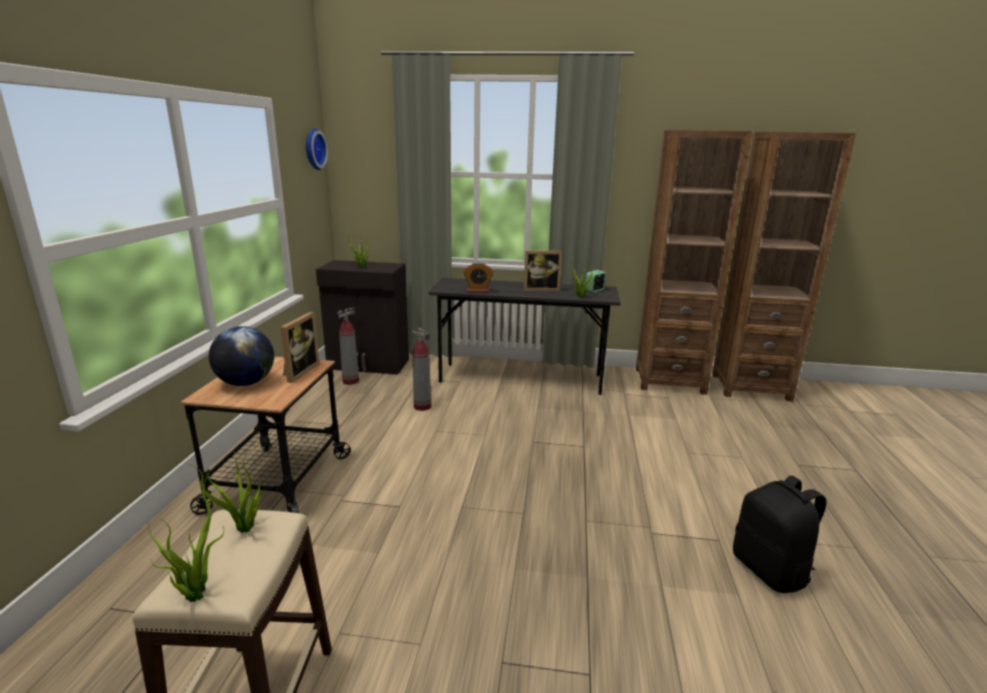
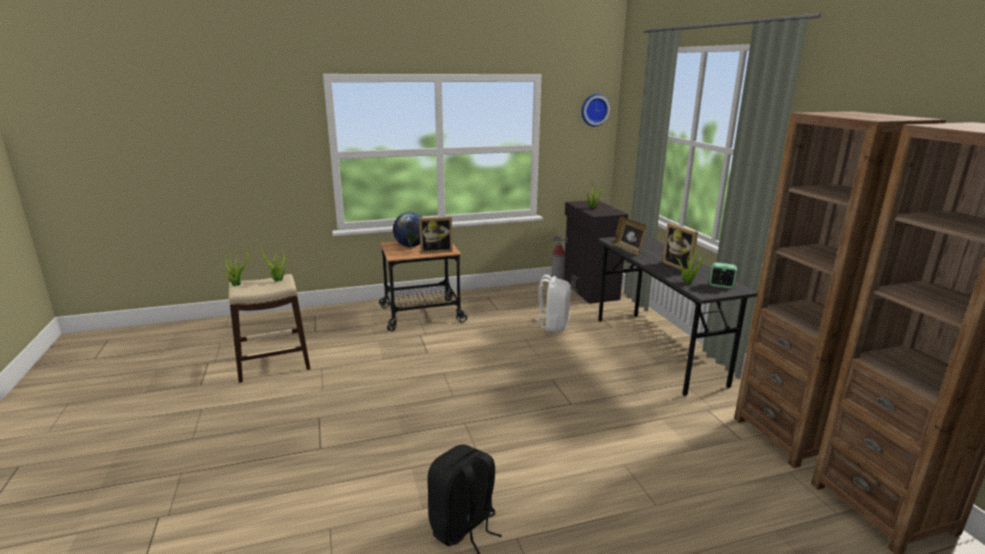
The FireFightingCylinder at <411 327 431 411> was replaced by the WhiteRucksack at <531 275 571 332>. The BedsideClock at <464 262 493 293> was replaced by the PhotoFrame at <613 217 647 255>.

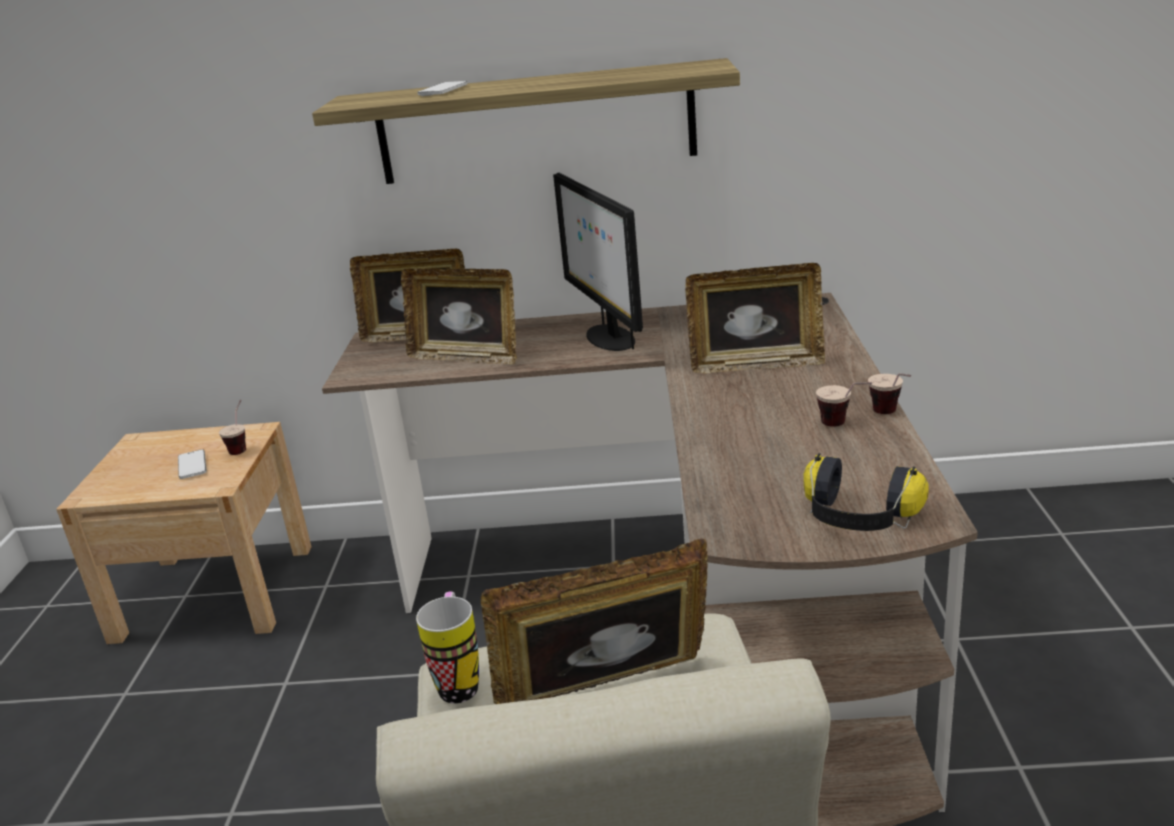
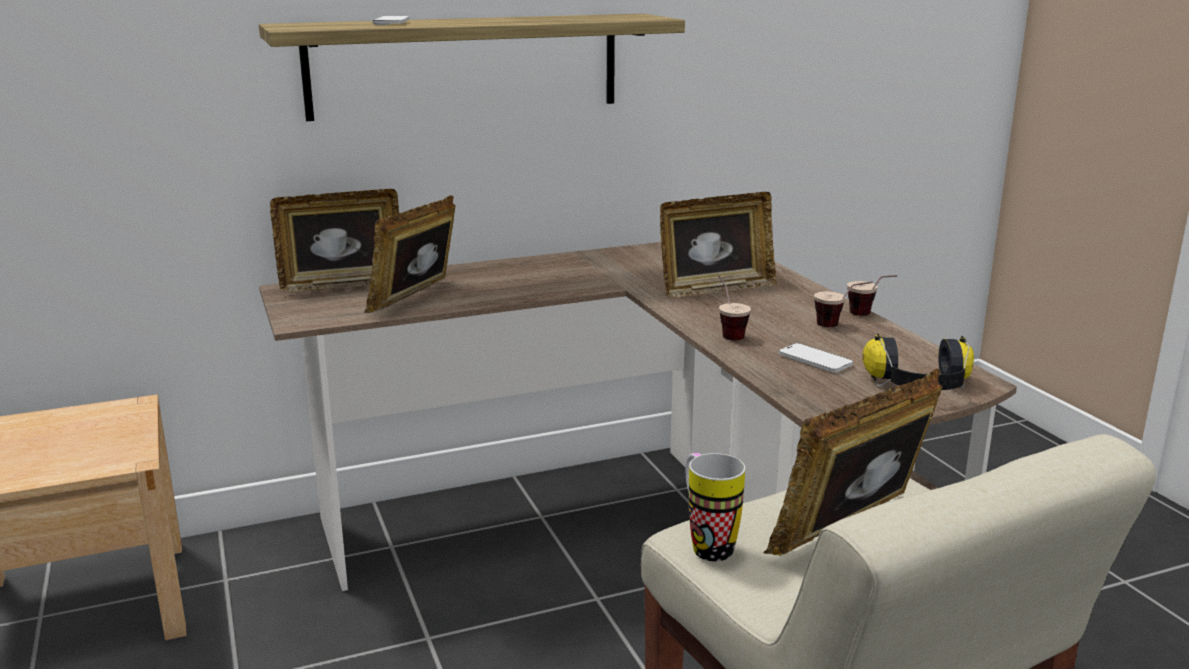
The Monitor at <553 173 643 351> disappeared. The Telephone moved from <178 449 207 479> to <779 343 853 372>. The Cup moved from <219 400 246 455> to <718 275 751 340>. The PhotoFrame at <401 268 517 365> turned 120 degrees clockwise.

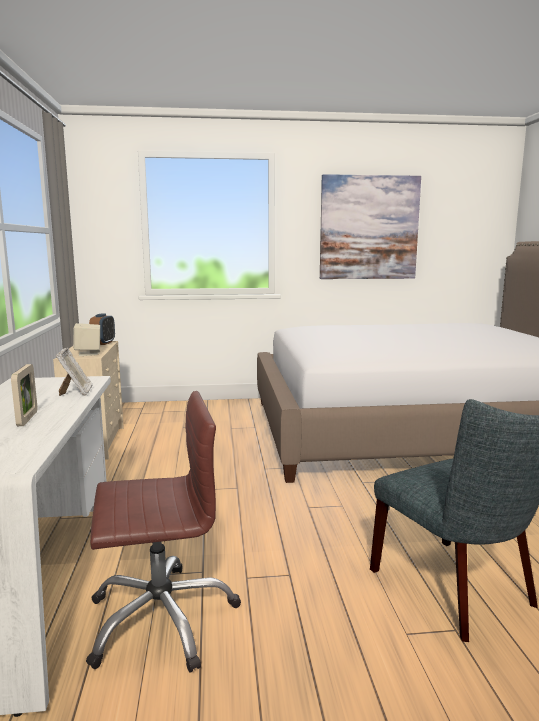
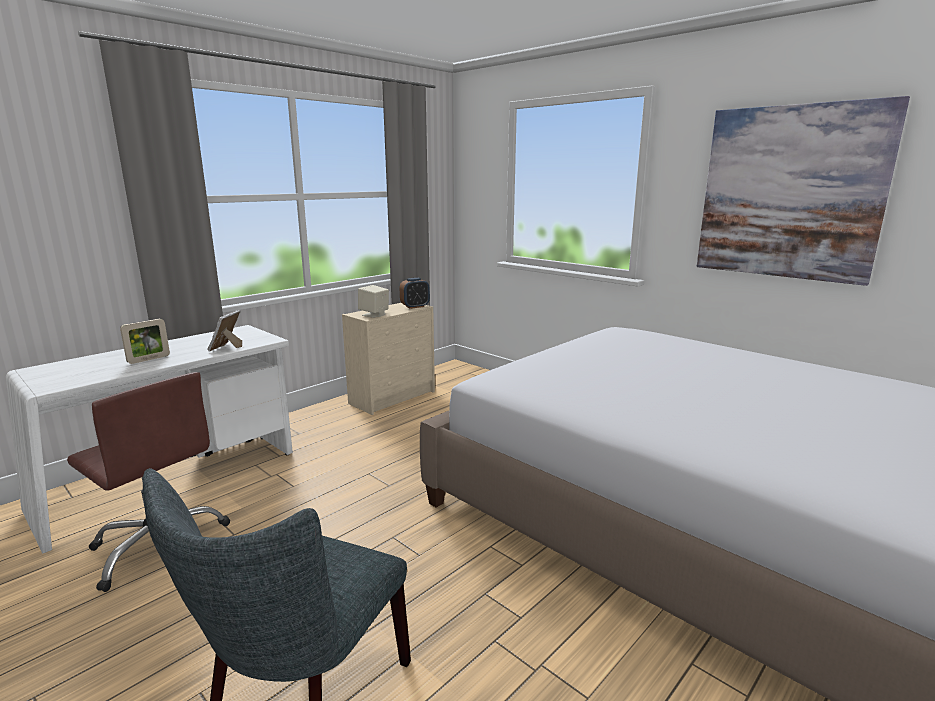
The PhotoFrame at <56 348 93 396> turned 150 degrees clockwise.

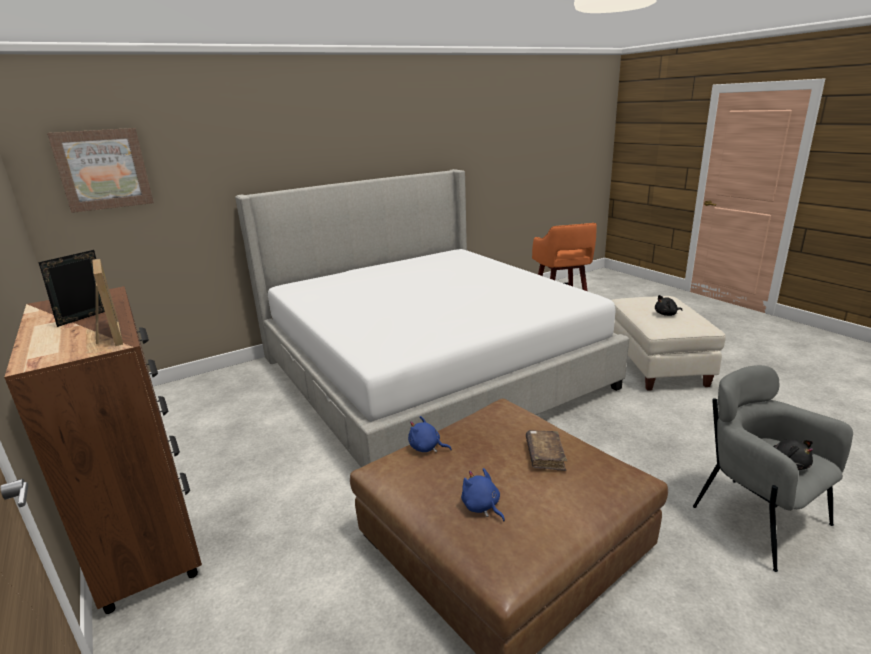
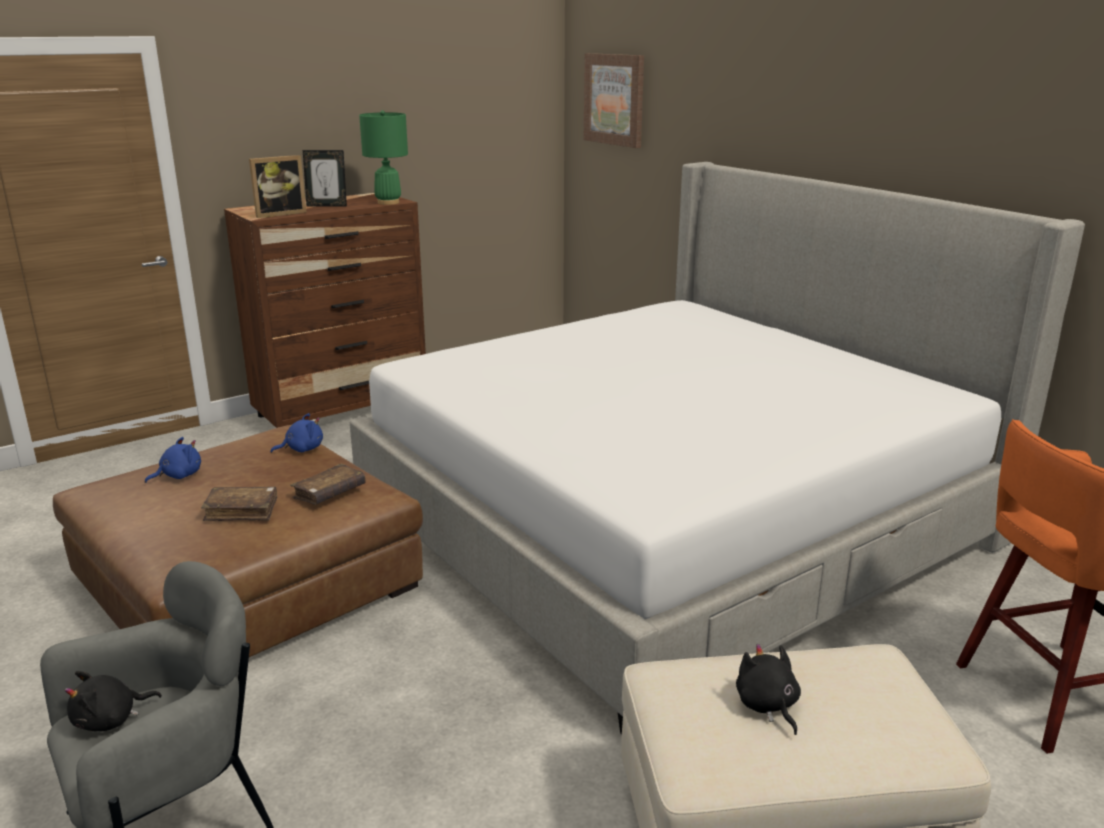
The BrownVolume at <290 464 366 505> appeared. The GreenLampForATable at <359 110 408 205> appeared. The PhotoFrame at <39 250 105 327> turned 150 degrees clockwise. The BluePlushToy at <408 416 452 452> turned 45 degrees clockwise.

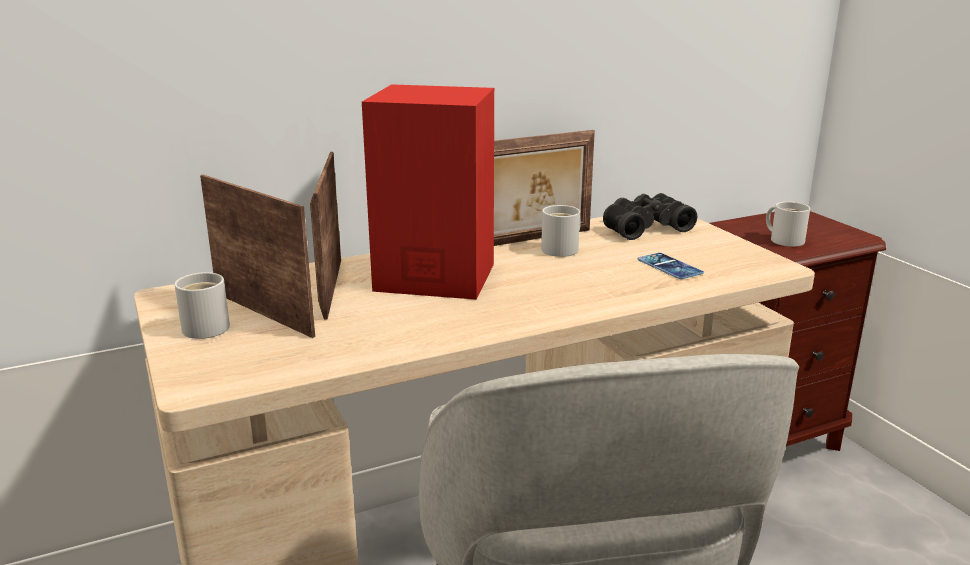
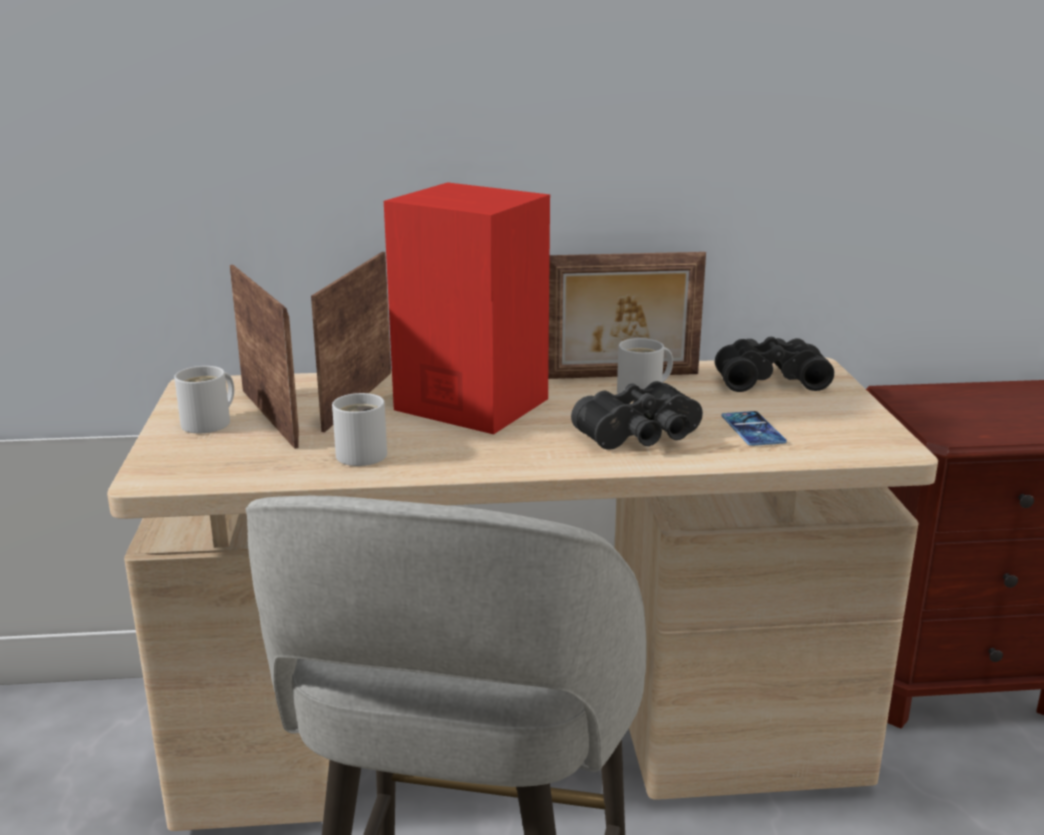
The BlackishPairOfBinoculars at <571 381 703 450> appeared. The WhiteTeaMug moved from <766 202 810 247> to <332 393 387 466>.

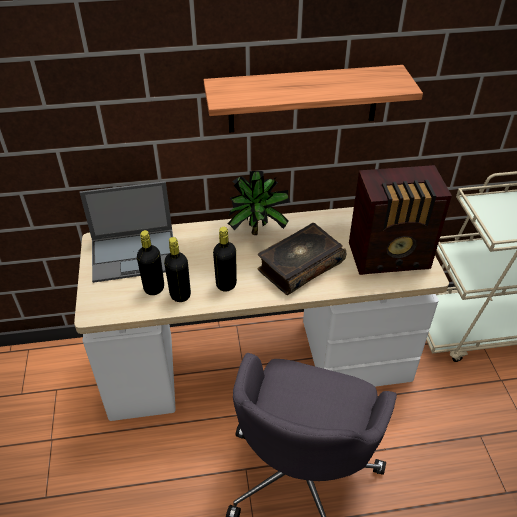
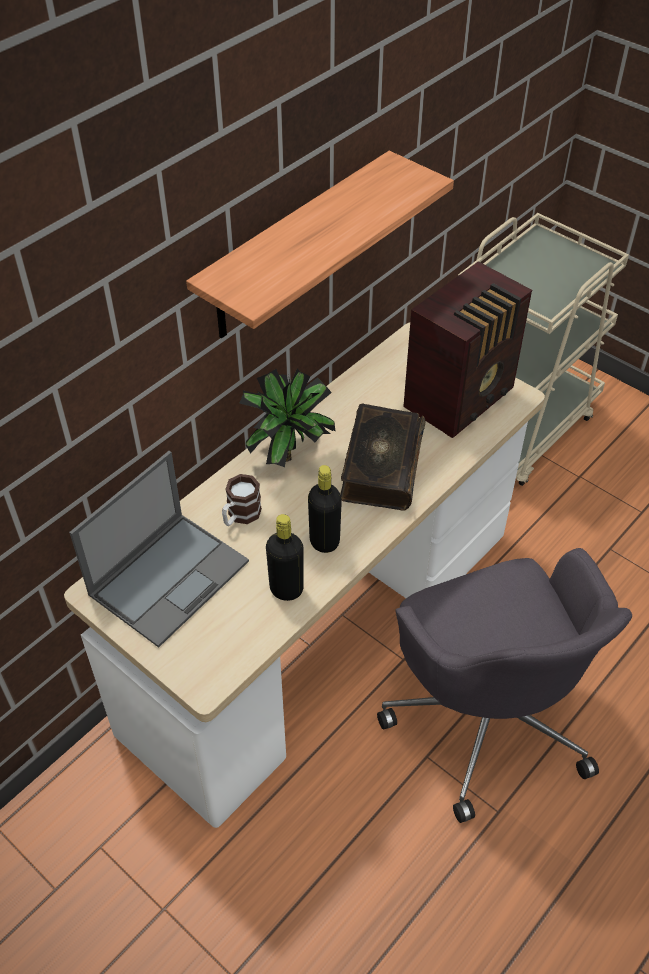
The BlackishBottle at <137 230 164 295> disappeared. The TeaMug at <222 474 262 526> appeared.

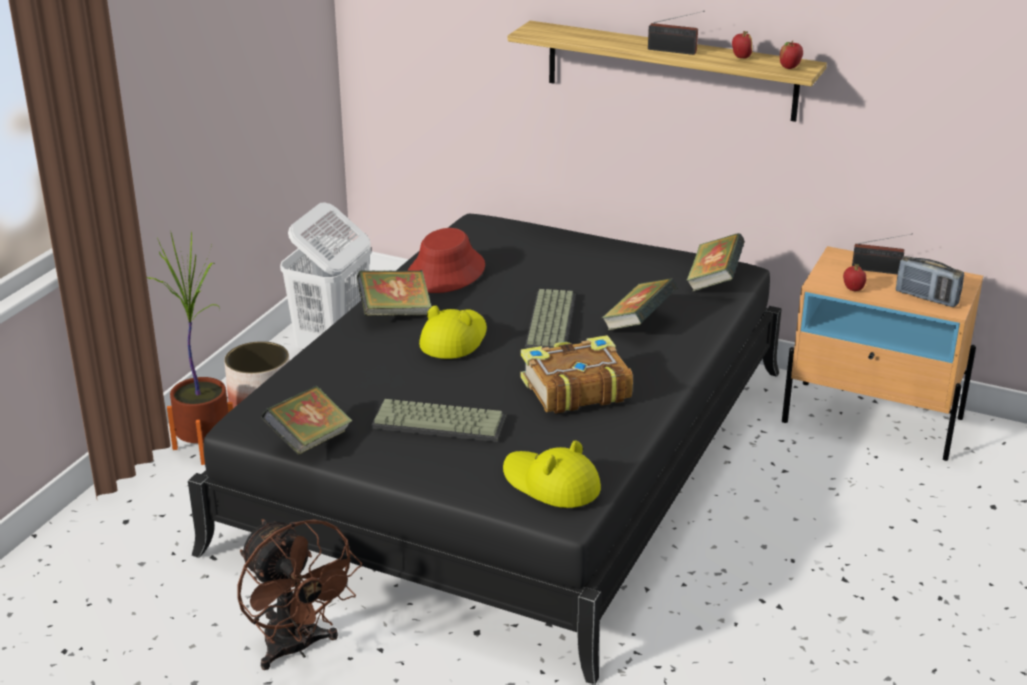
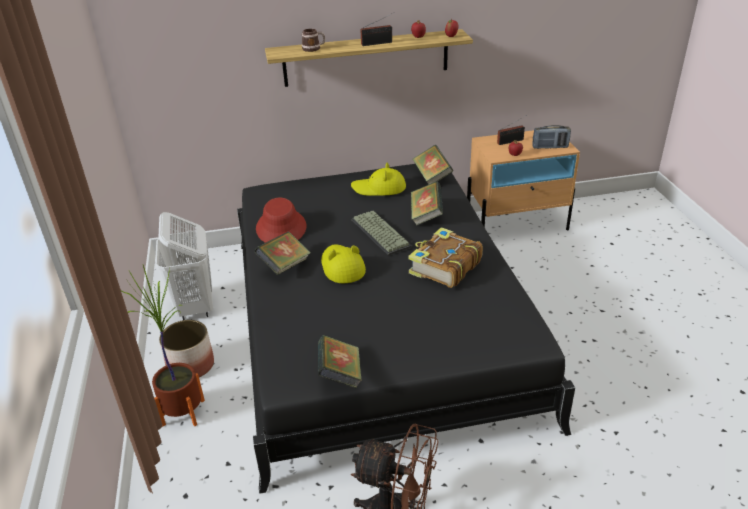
The ComputerKeyboard at <371 399 506 442> disappeared. The TeaMug at <302 29 326 52> appeared. The YellowClothingHat moved from <503 440 601 508> to <351 163 406 196>.

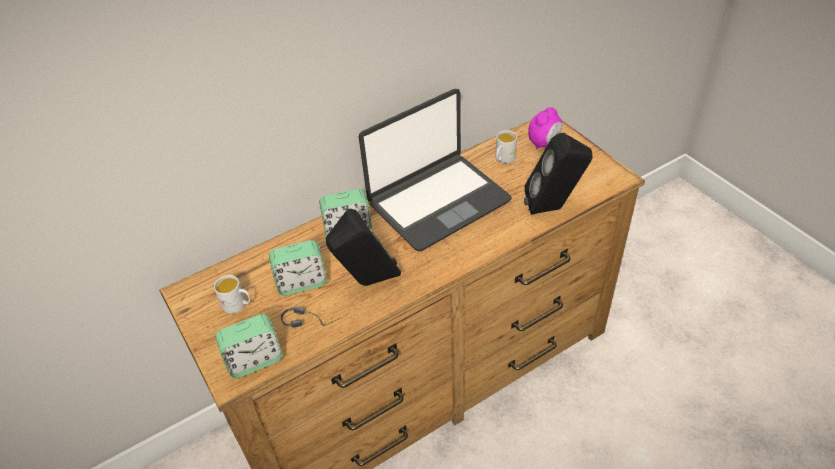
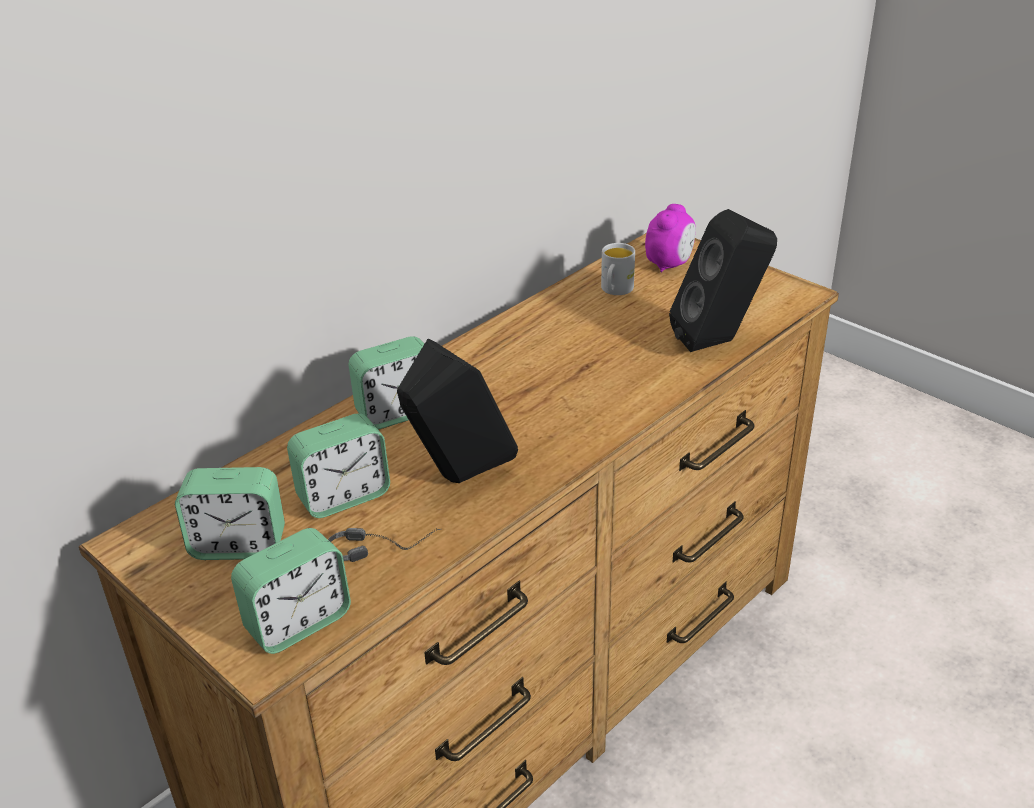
The Laptop at <359 89 512 251> disappeared. The WhiteTeaMug at <214 275 251 314> was replaced by the BedsideClock at <175 467 285 560>.

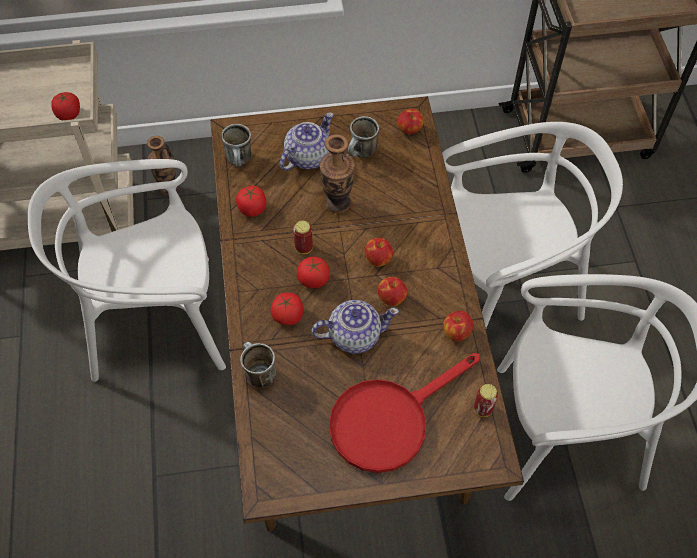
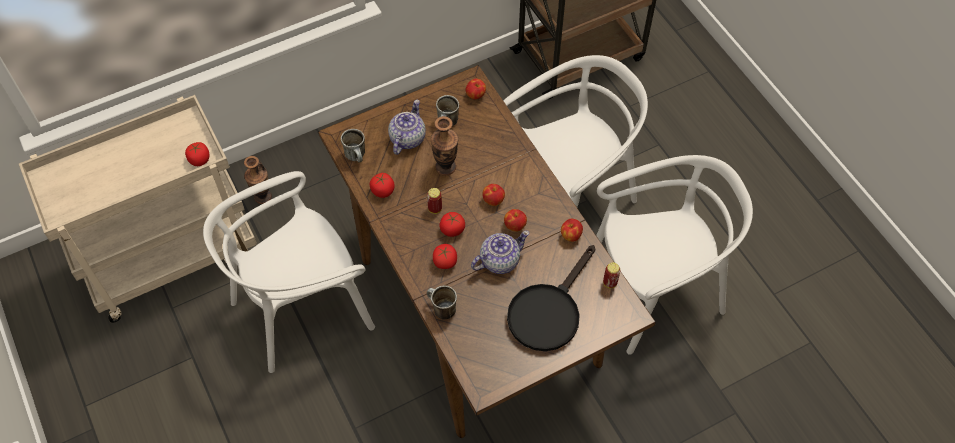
The ReddishFryingPan at <329 353 480 473> became the BlackishFryingPan at <507 245 595 351>.

